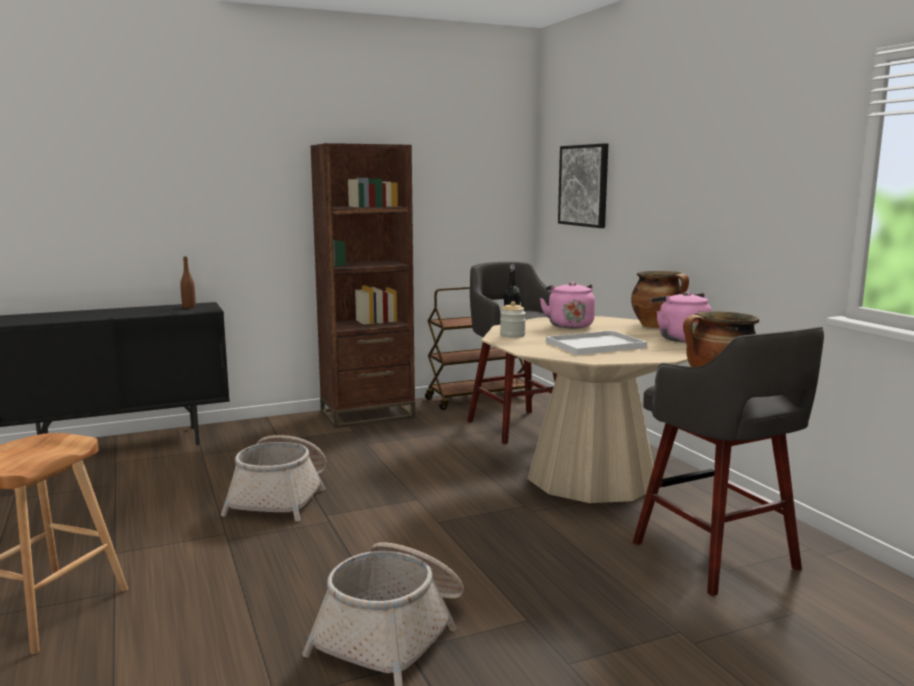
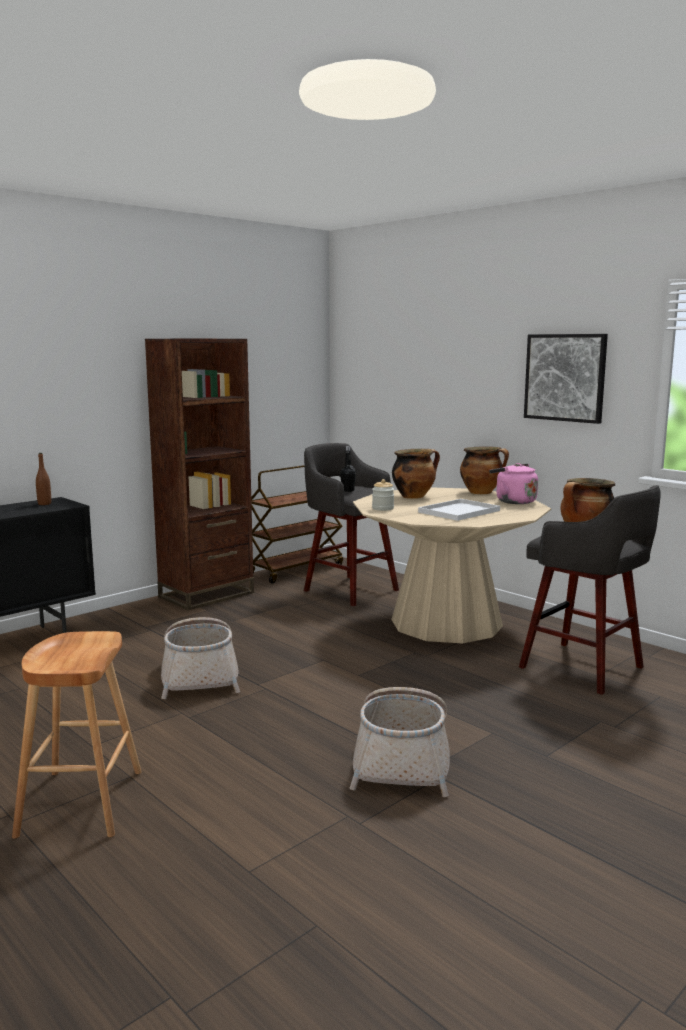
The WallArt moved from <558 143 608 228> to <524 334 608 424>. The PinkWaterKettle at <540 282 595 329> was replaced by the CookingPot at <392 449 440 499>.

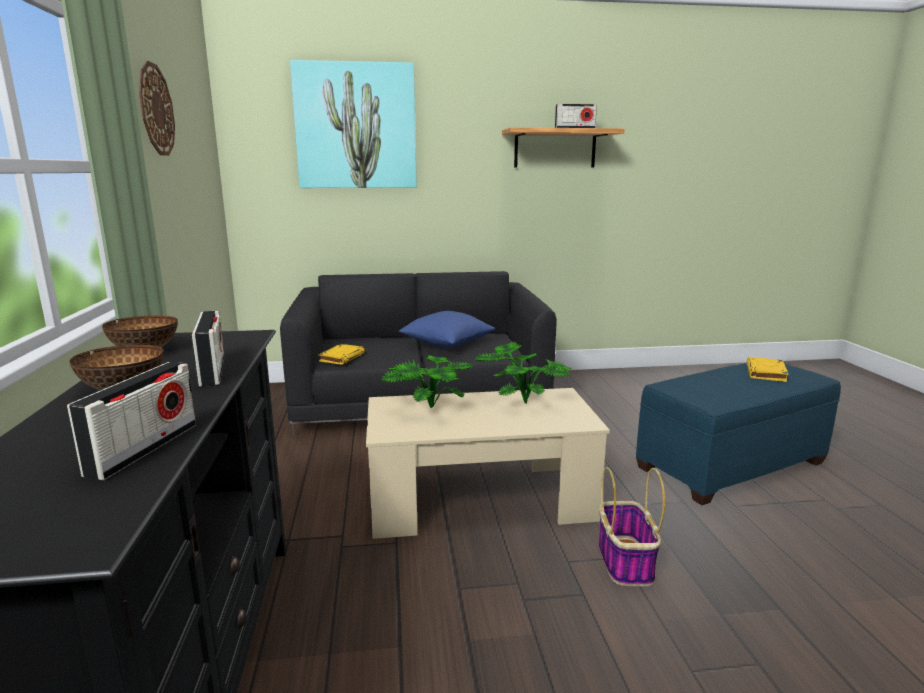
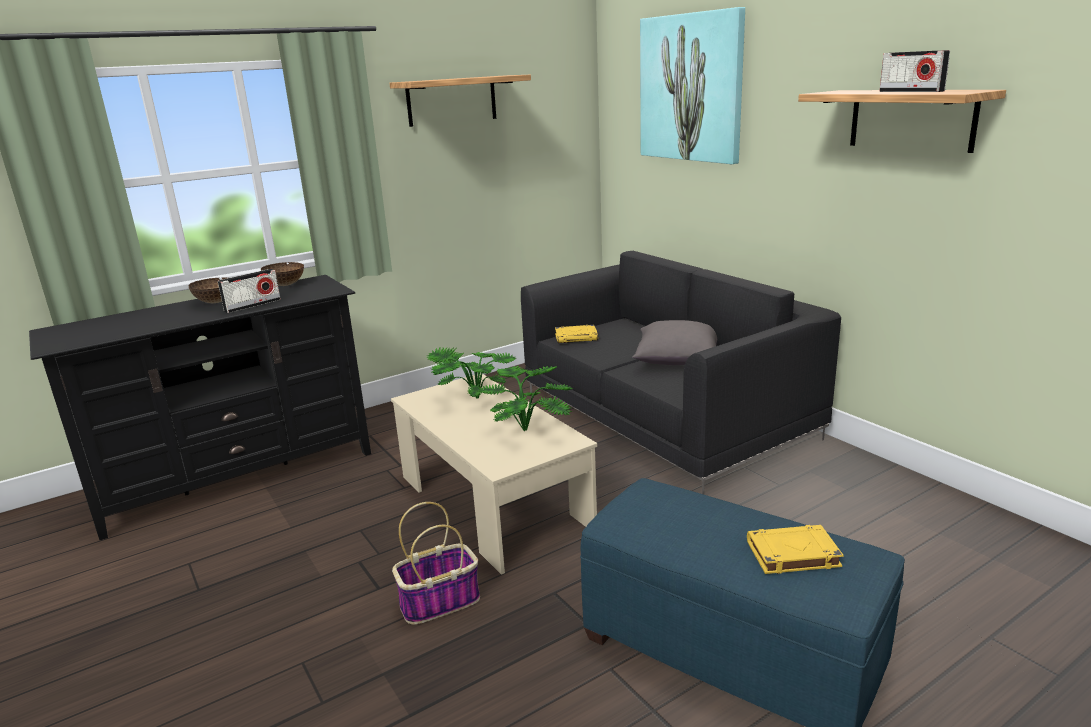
The Radio at <67 362 196 481> disappeared. The WallClock at <139 61 175 156> was replaced by the Shelf at <389 75 531 127>. The BlueThrowPillow at <399 311 495 348> became the GreyThrowPillow at <632 320 717 365>.

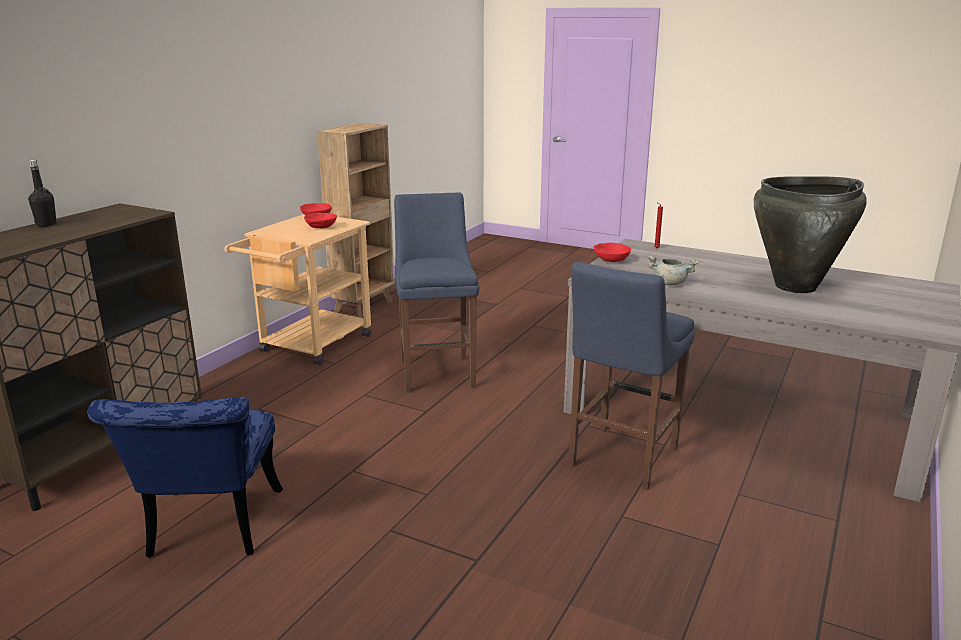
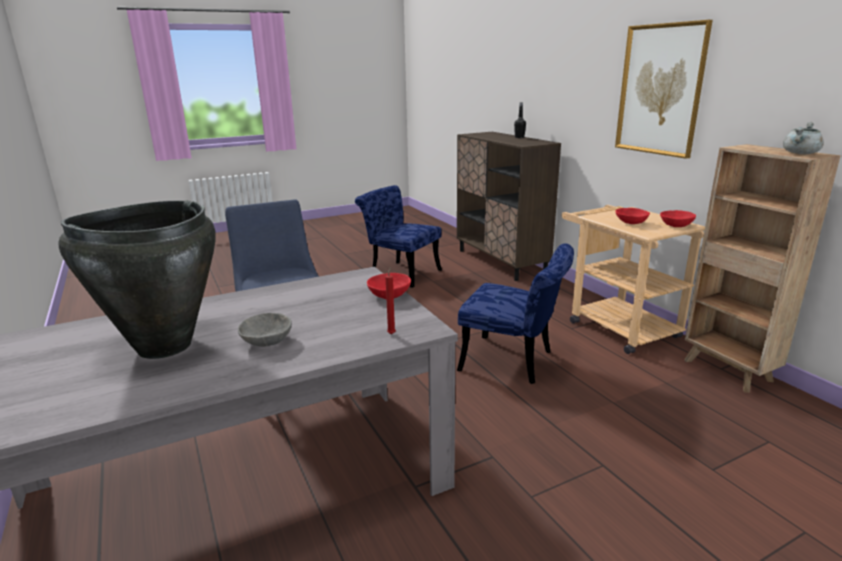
The GreyBowl at <238 313 292 347> appeared. The WallArt at <615 20 713 159> appeared. The GreyCookingPot moved from <648 255 698 285> to <783 122 824 154>. The BlueStool at <394 192 480 393> was replaced by the BluePlainChair at <457 244 574 384>.

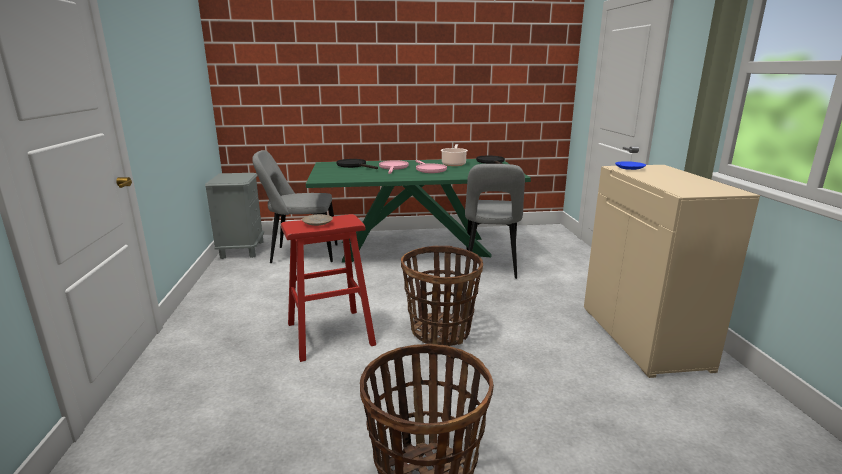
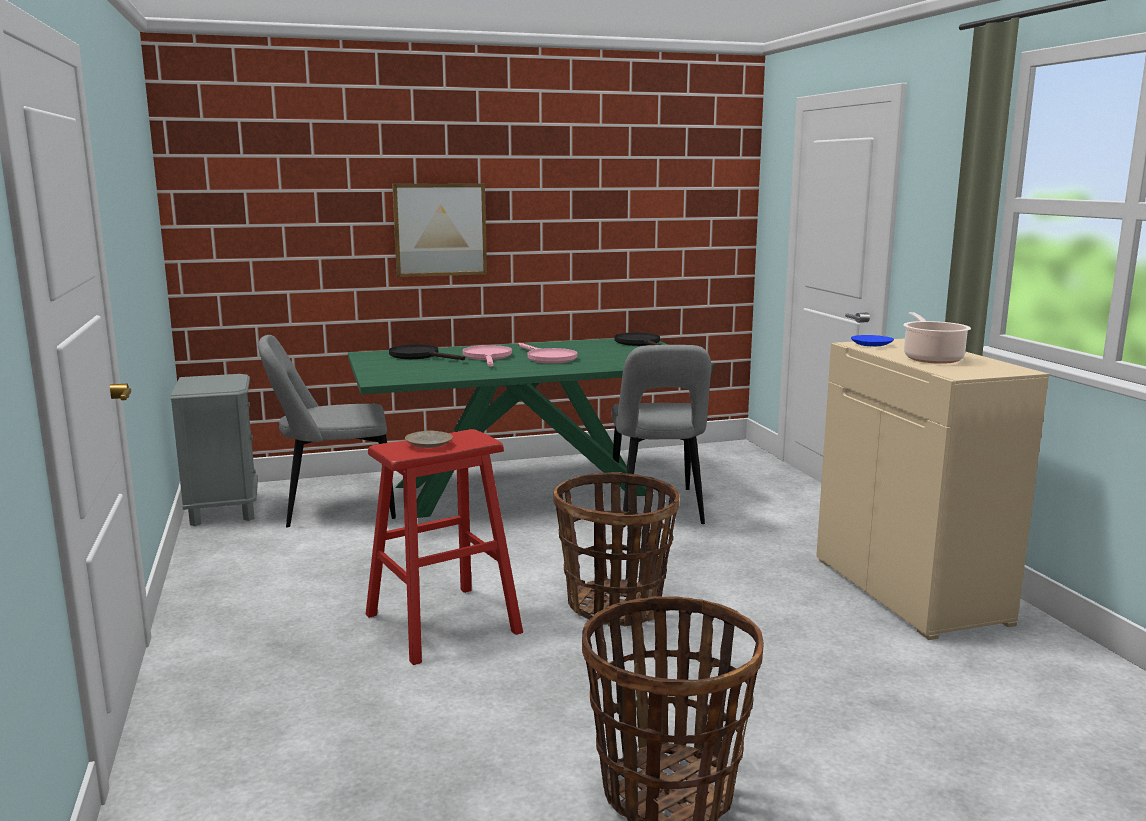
The WallArt at <392 183 487 277> appeared. The CookingPot moved from <441 144 468 166> to <903 312 971 364>.

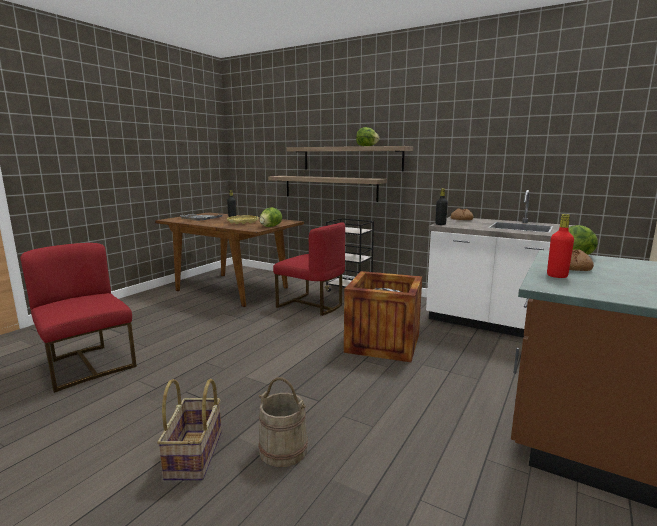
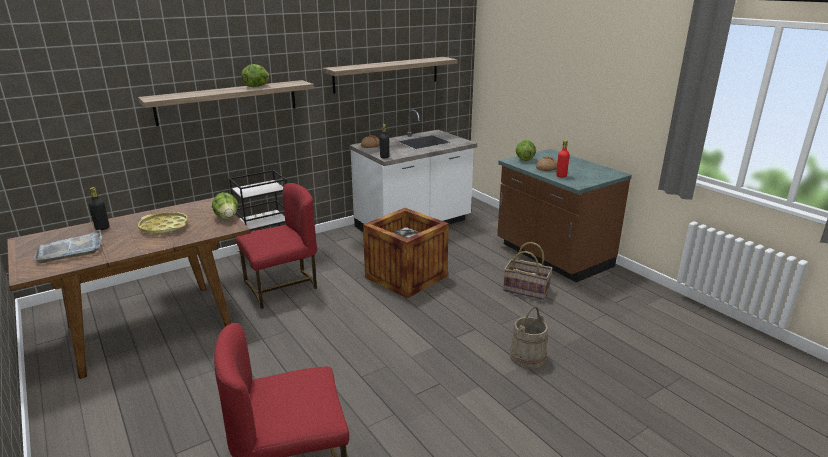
The Basket moved from <157 379 222 480> to <503 242 553 300>. The Shelf moved from <268 176 387 202> to <323 57 458 94>.

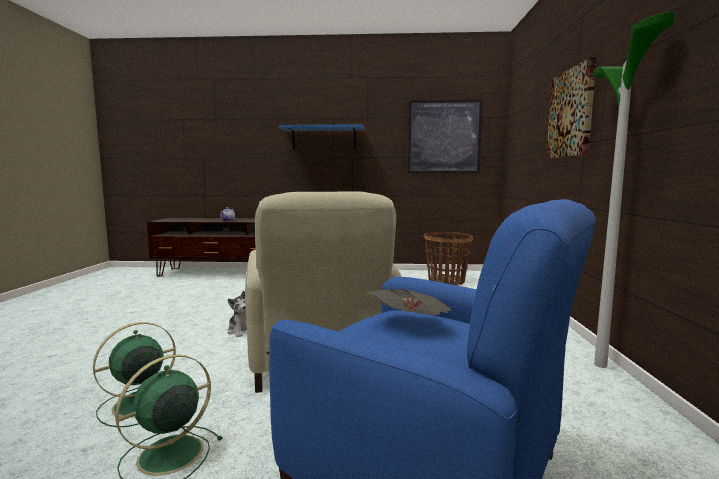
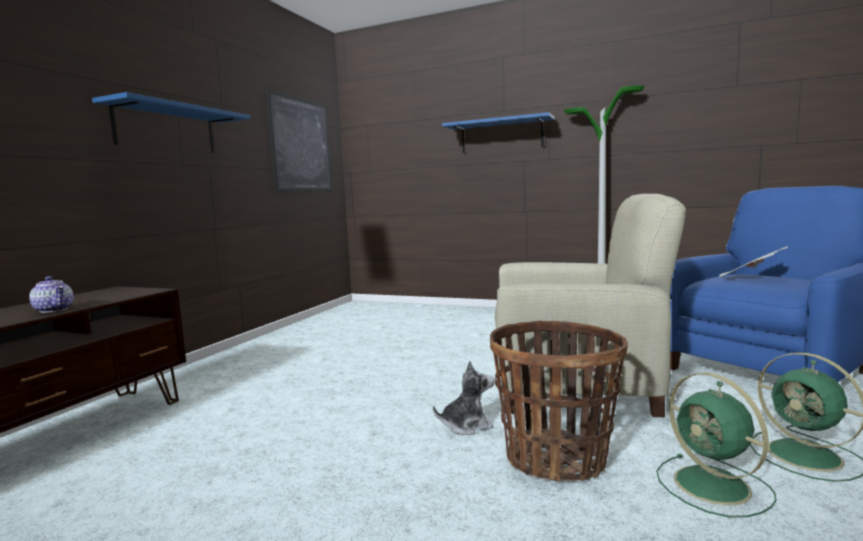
The Basket moved from <424 232 473 286> to <490 321 628 481>. The WallArt at <546 57 597 159> was replaced by the BlueShelf at <442 112 555 153>.

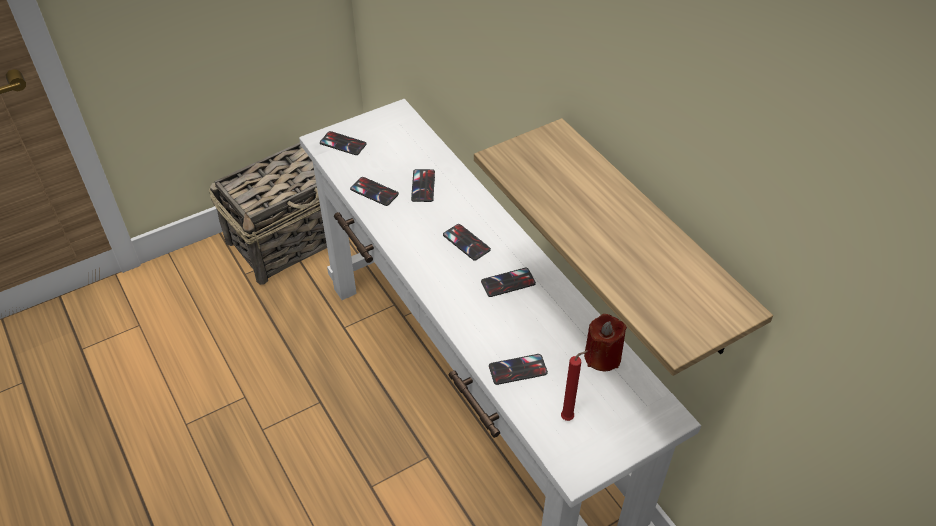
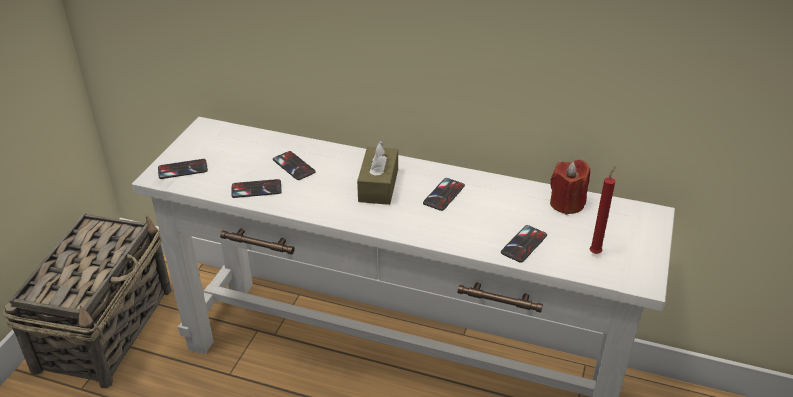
The Shelf at <474 118 773 376> disappeared. The Telephone at <443 224 491 261> was replaced by the BrownTissueHolder at <357 141 398 205>.

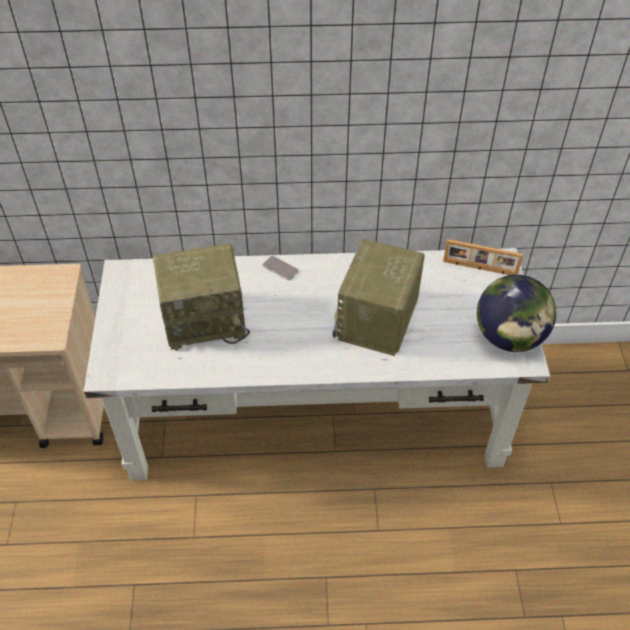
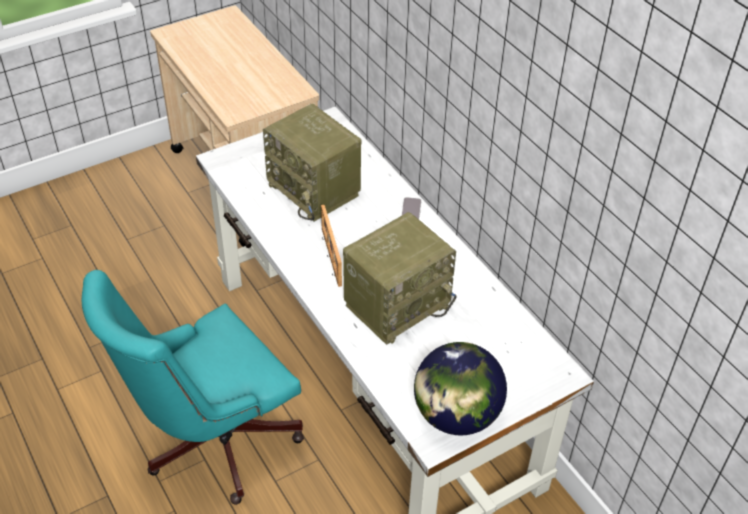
The TurquoiseColouredOfficeChair at <82 270 304 505> appeared. The PhotoFrame moved from <443 239 523 275> to <321 205 342 287>. The Radio at <333 239 425 356> turned 150 degrees clockwise.

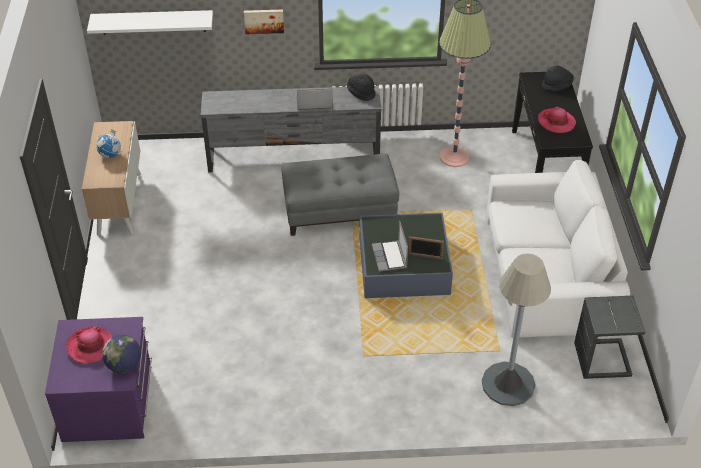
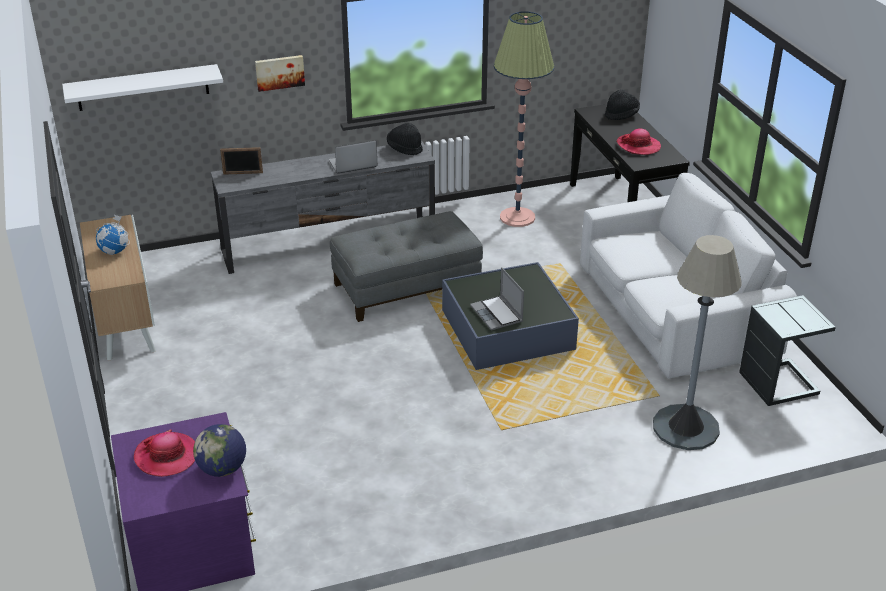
The PhotoFrame moved from <408 236 444 259> to <220 147 263 175>.

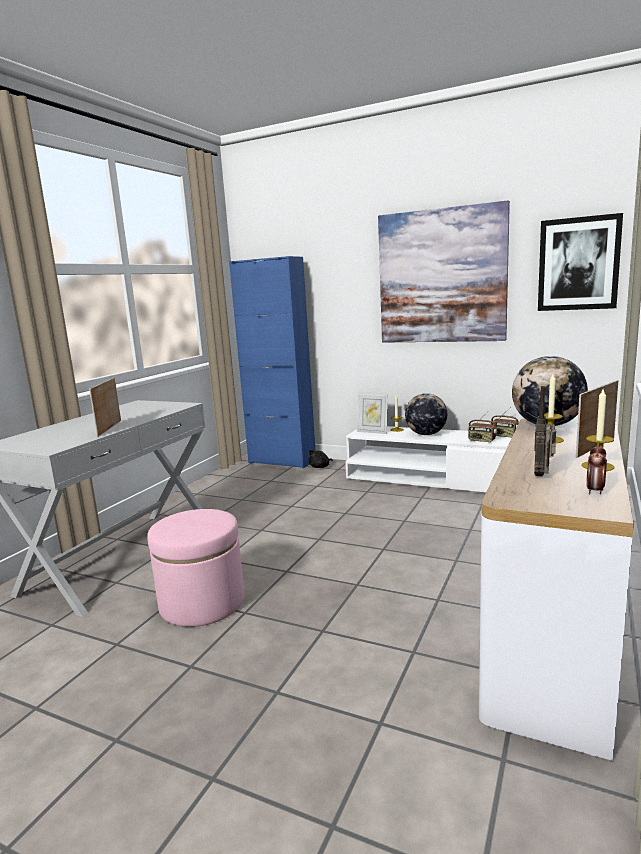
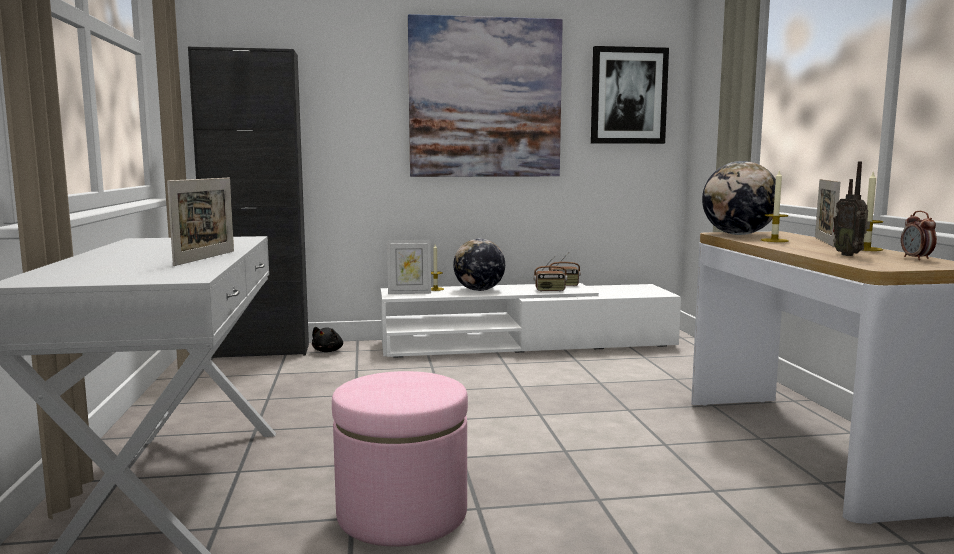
The BlueCabinet at <229 256 315 468> became the BlackishCabinet at <188 47 309 358>. The PhotoFrame at <89 378 121 437> turned 135 degrees counterclockwise.

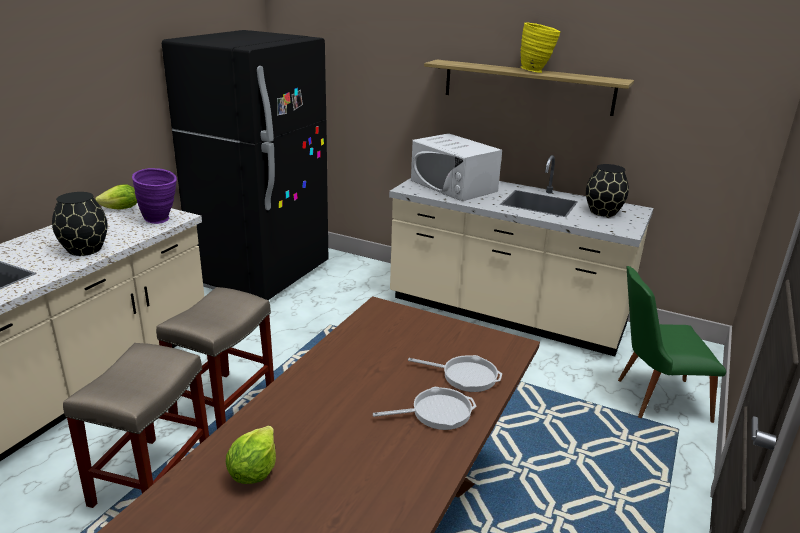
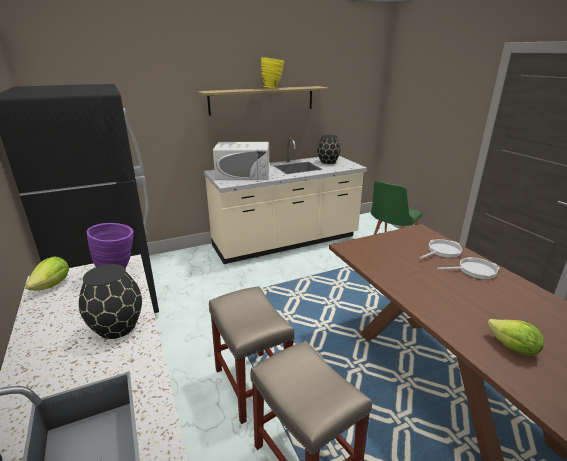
The FryingPan at <373 387 476 430> turned 60 degrees clockwise.

